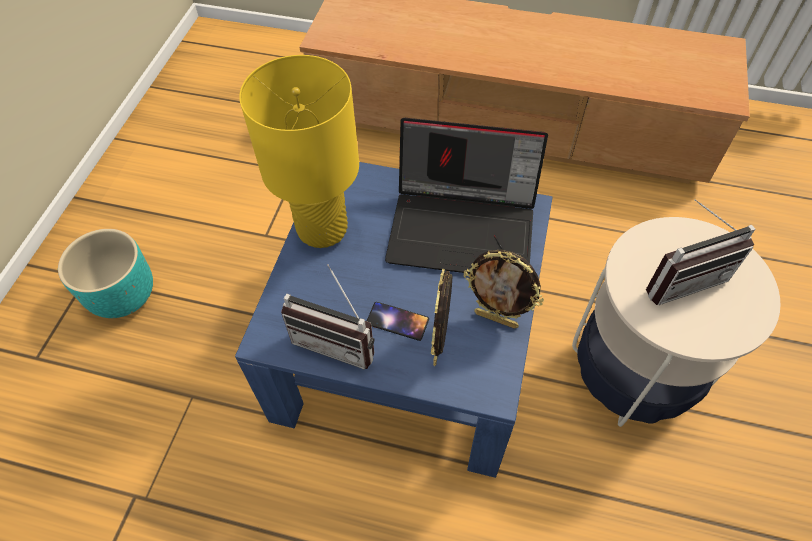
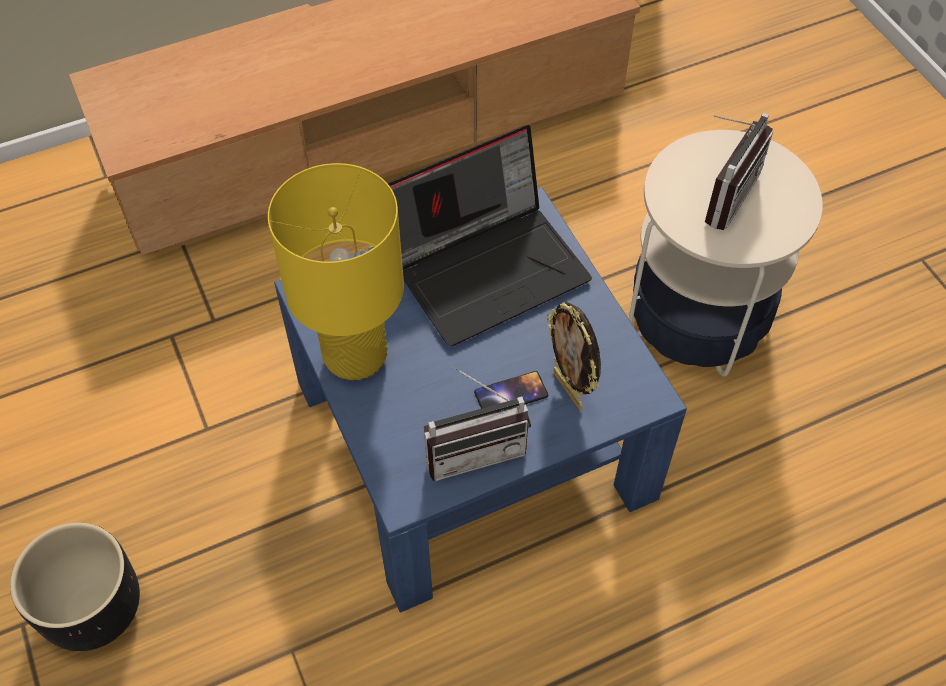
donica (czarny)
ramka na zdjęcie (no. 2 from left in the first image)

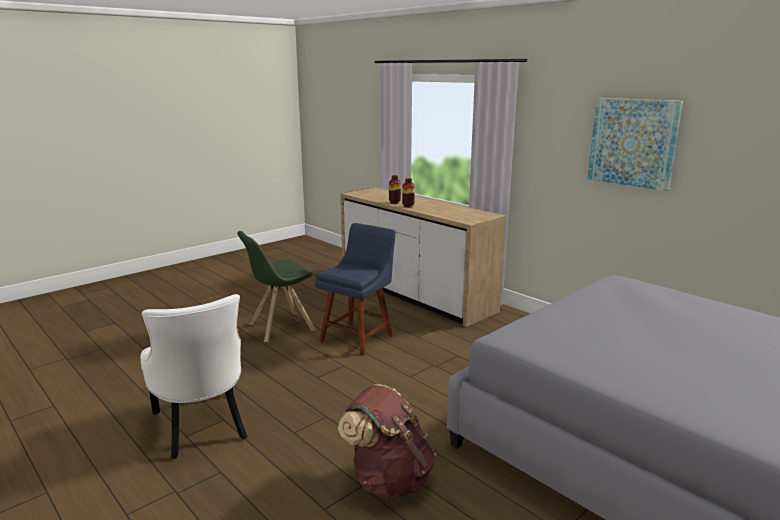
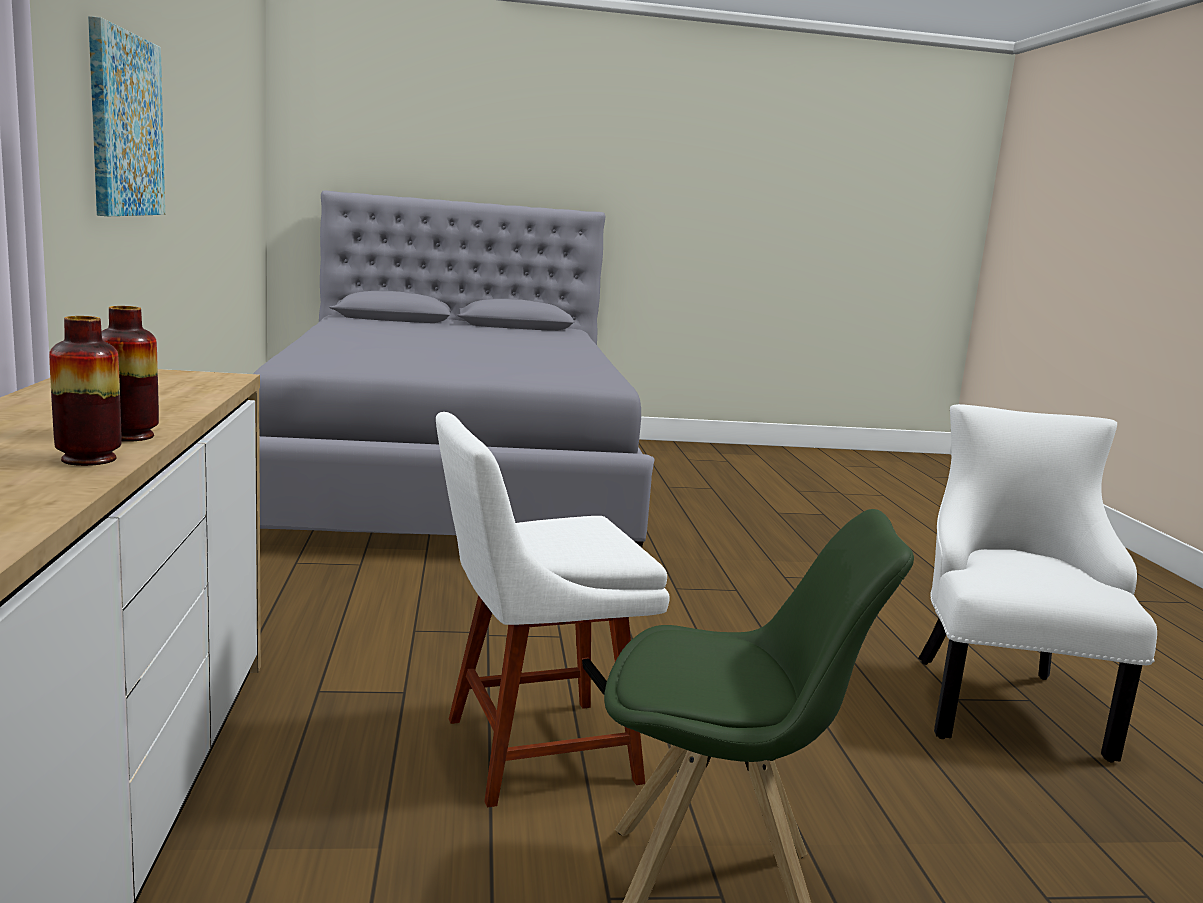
krzesło (biały) (no. 1 from left)
plecak (brązowy)

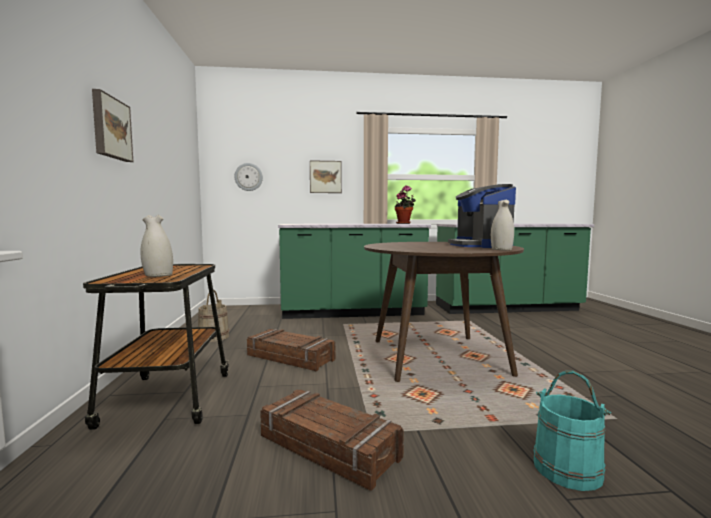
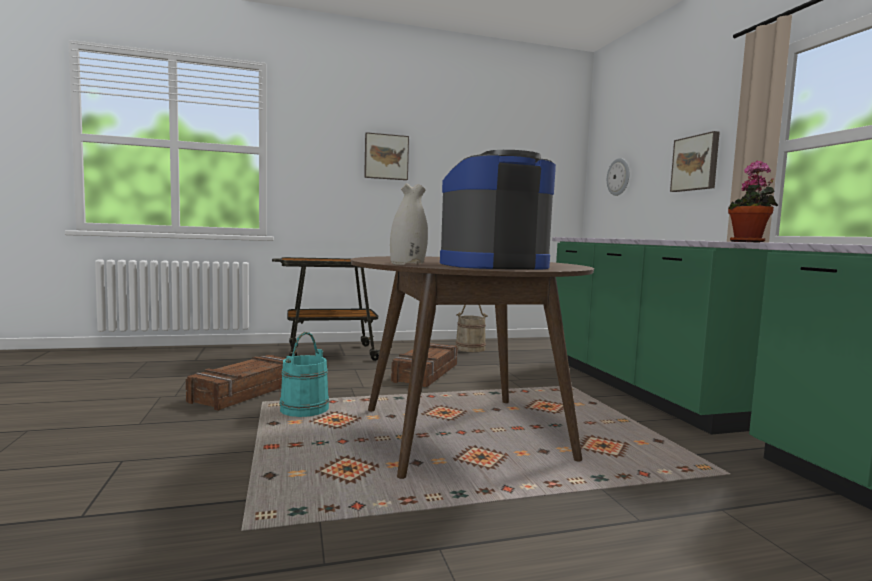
wazon (biały) (no. 1 from left in the first image)
wiadro (turkusowy)

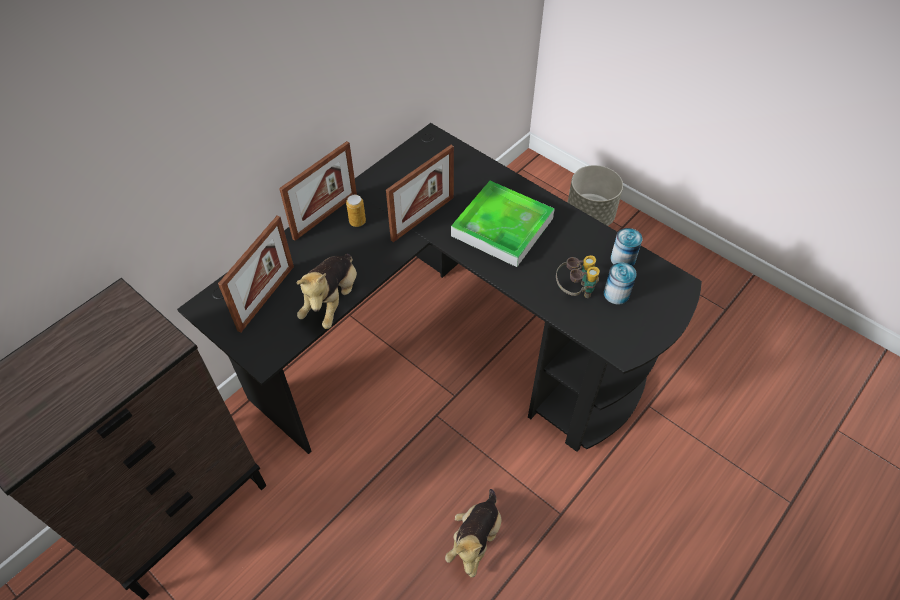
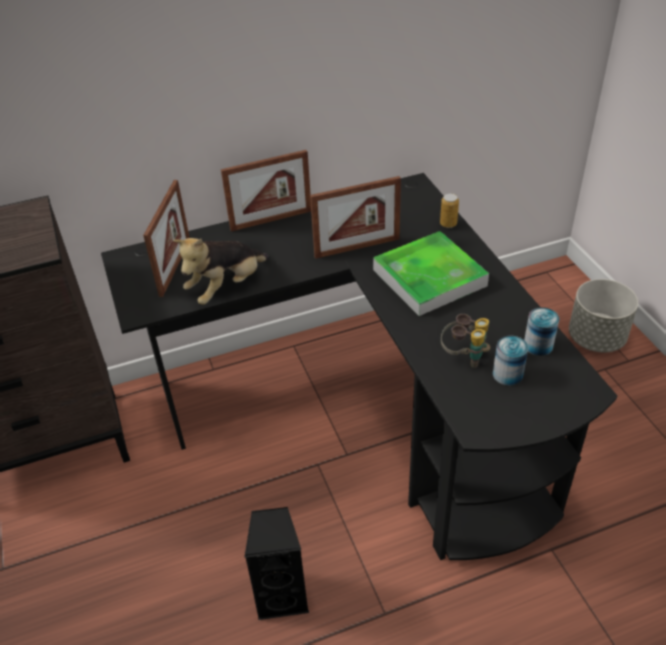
ramka na zdjęcie (no. 1 from left)
puszka (no. 1 from left)
głośnik (czarny)

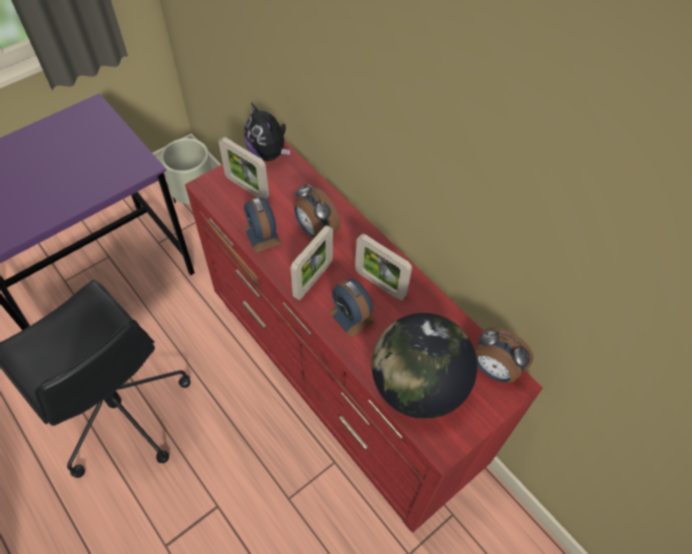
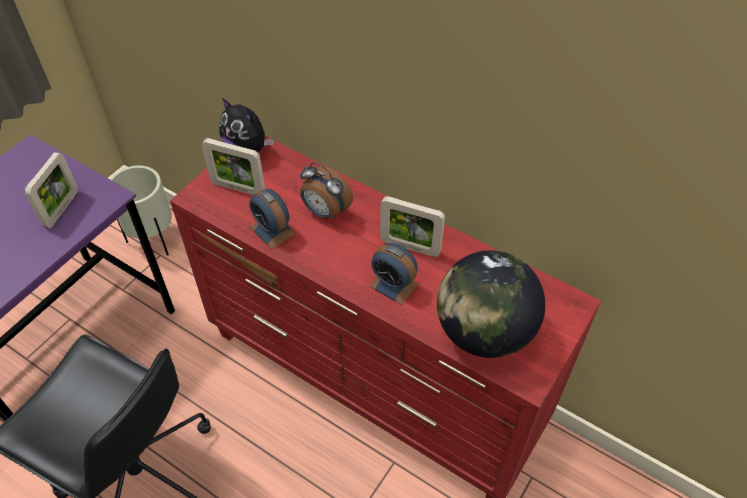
ramka na zdjęcie (no. 1 from left)
budzik (no. 4 from left in the first image)

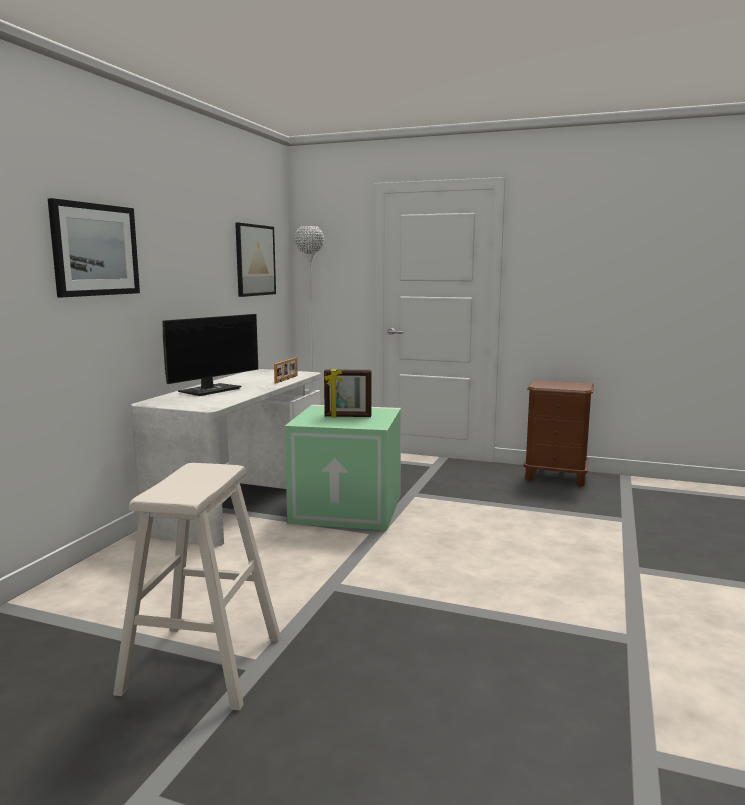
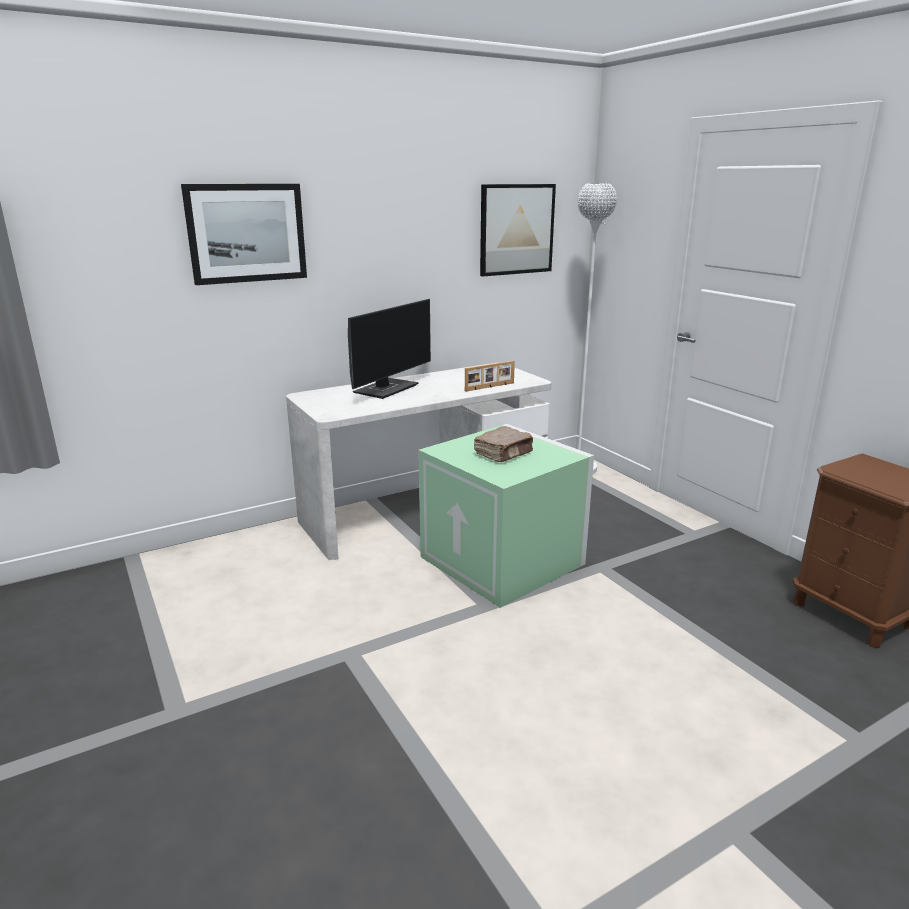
stołek (beżowy)
monitor
książka (brązowy)

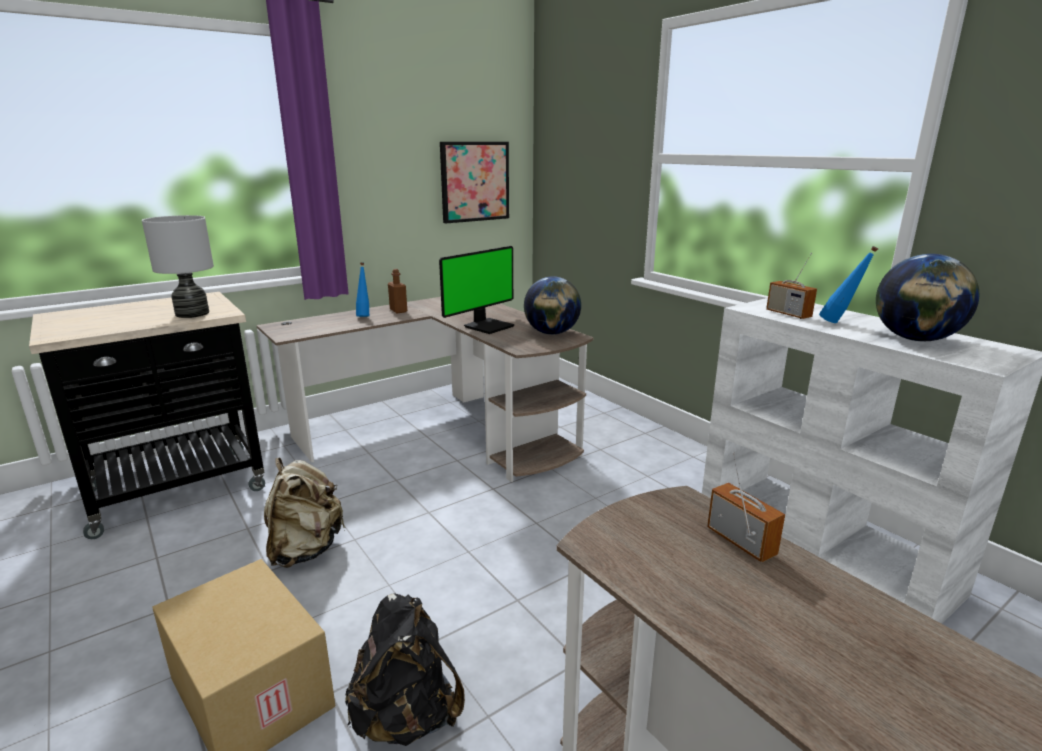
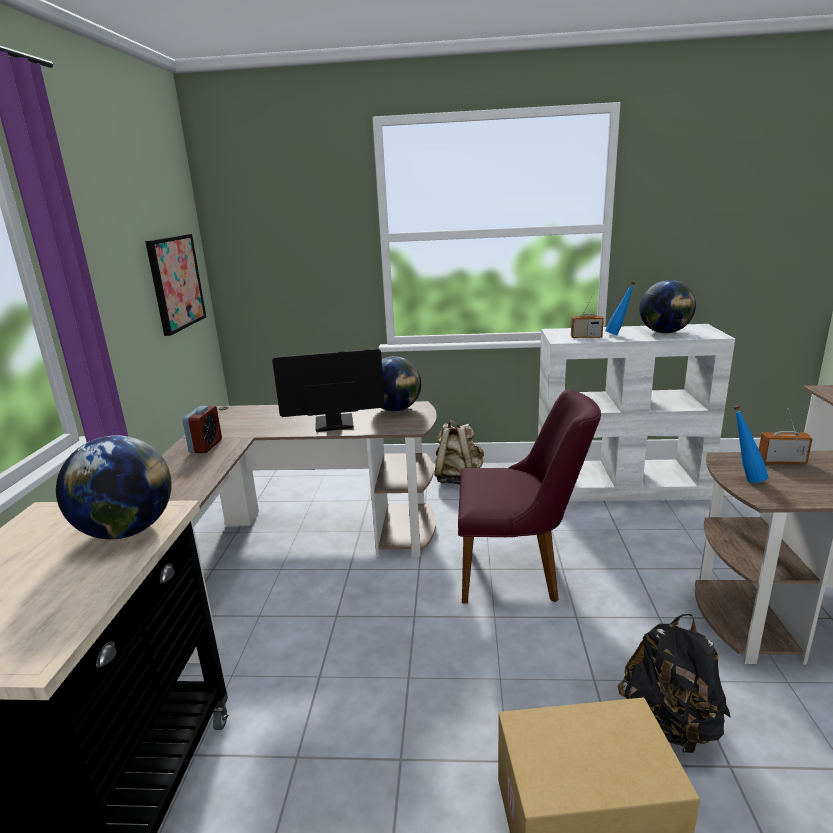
globus (no. 1 from left)
plecak (beżowy)
butelka (niebieski) (no. 2 from left)
budzik
monitor
krzesło (fioletowy)

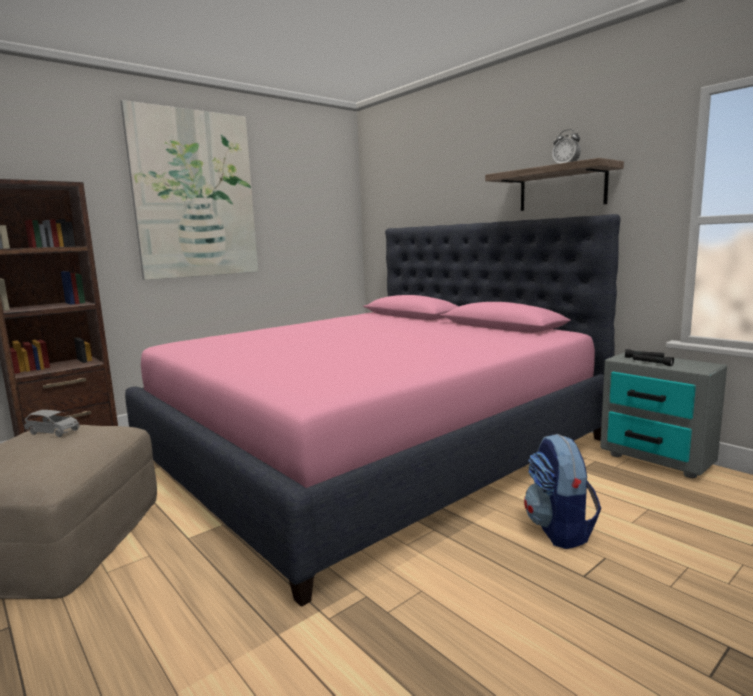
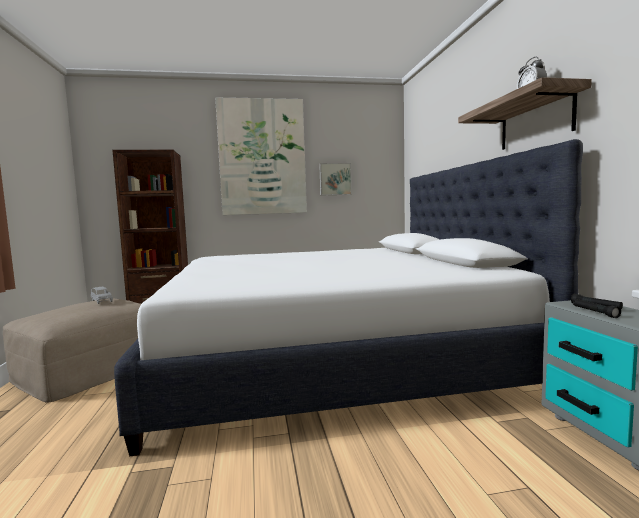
łóżko (biały)
plecak
obraz (no. 2 from left)

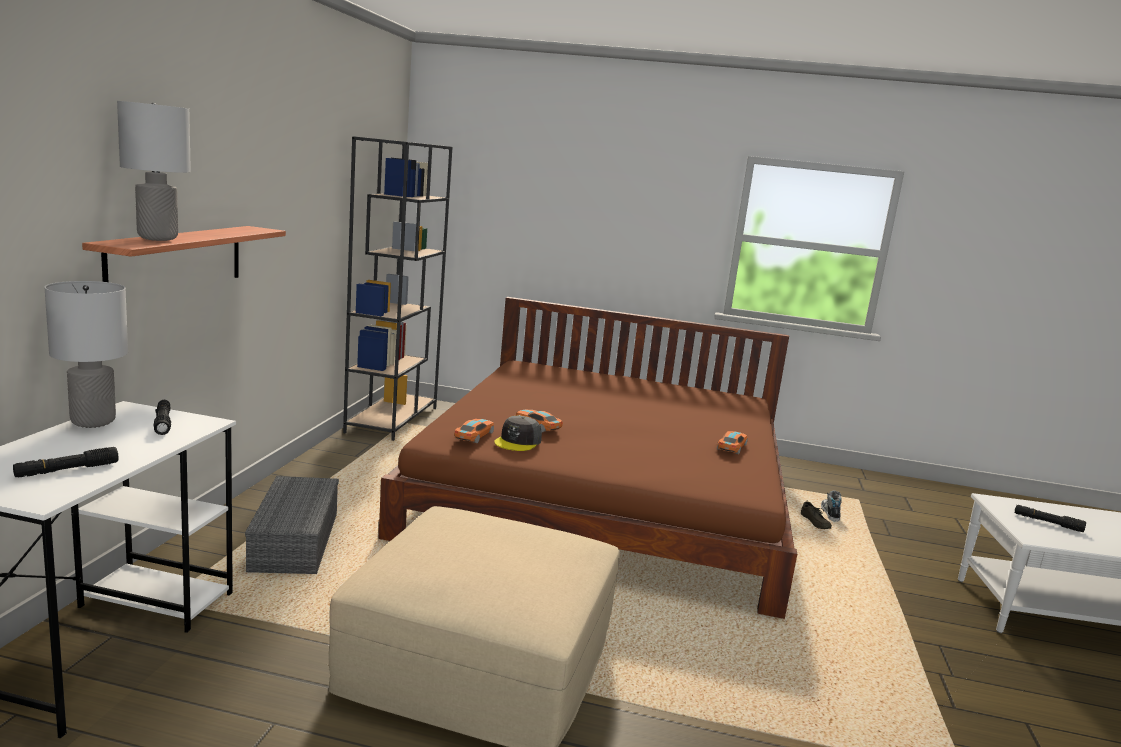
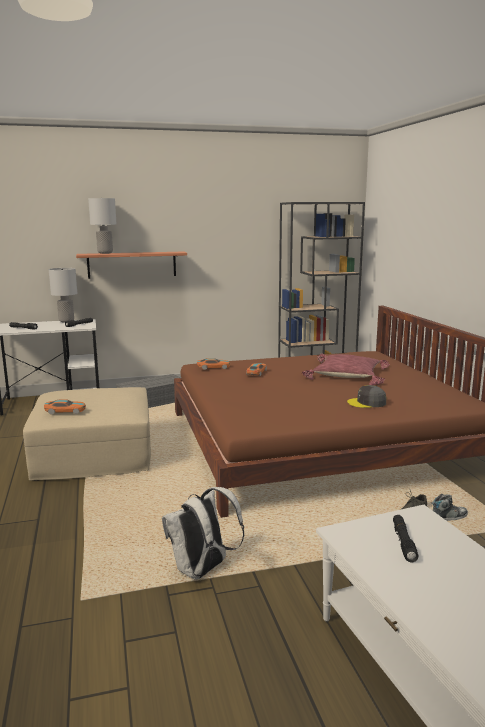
czapka z daszkiem (szary)
samochodzik (no. 1 from left)
plecak (biały)
poduszka (czerwony)

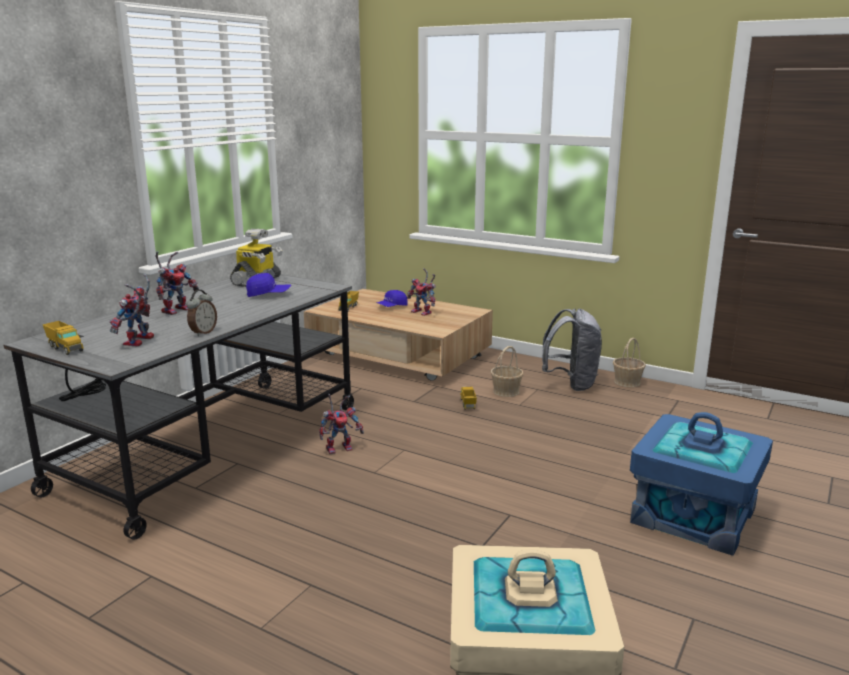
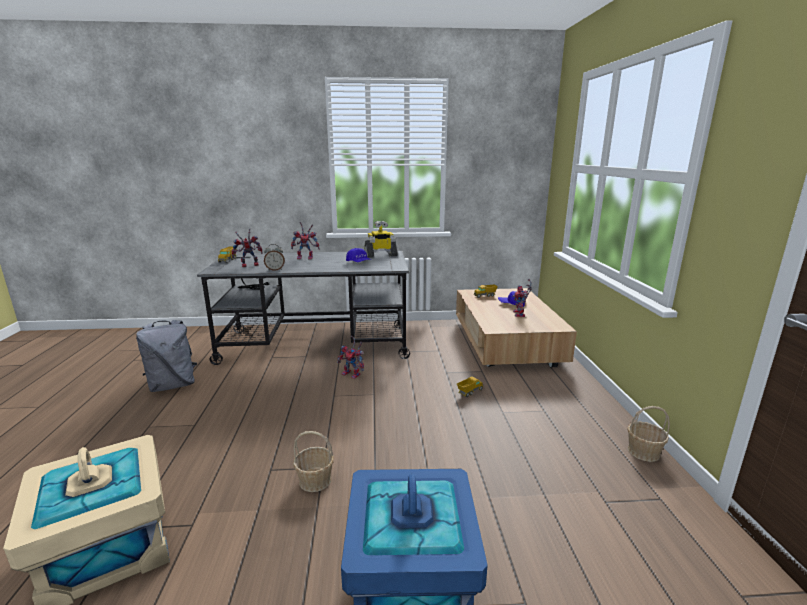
koszyk (no. 1 from left)
plecak (szary)

